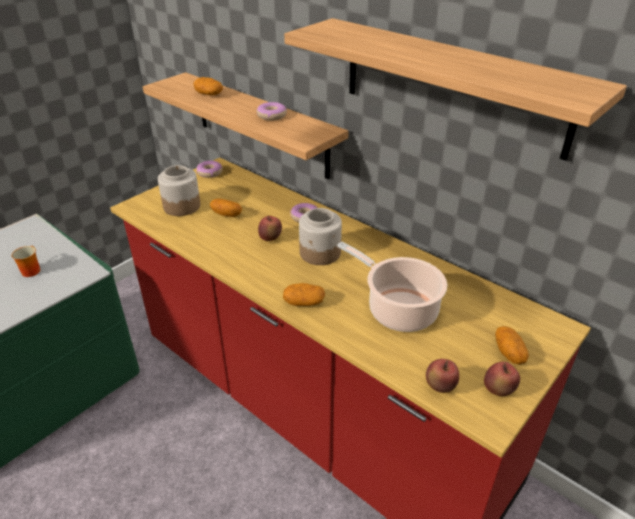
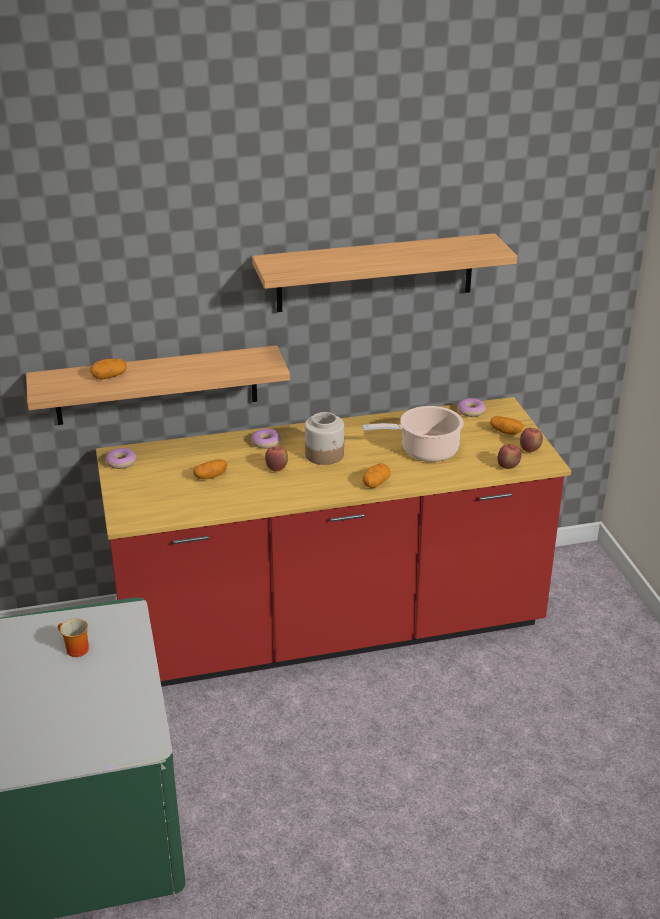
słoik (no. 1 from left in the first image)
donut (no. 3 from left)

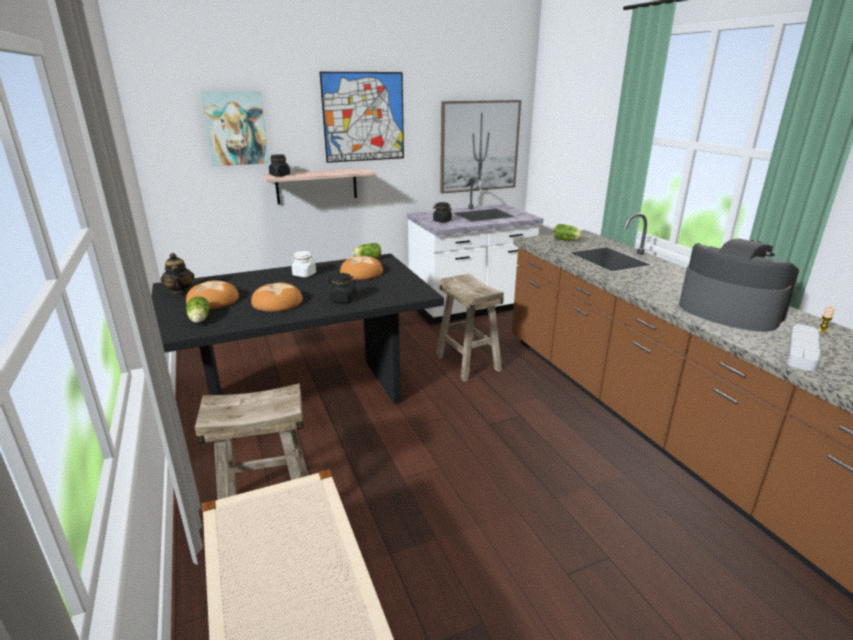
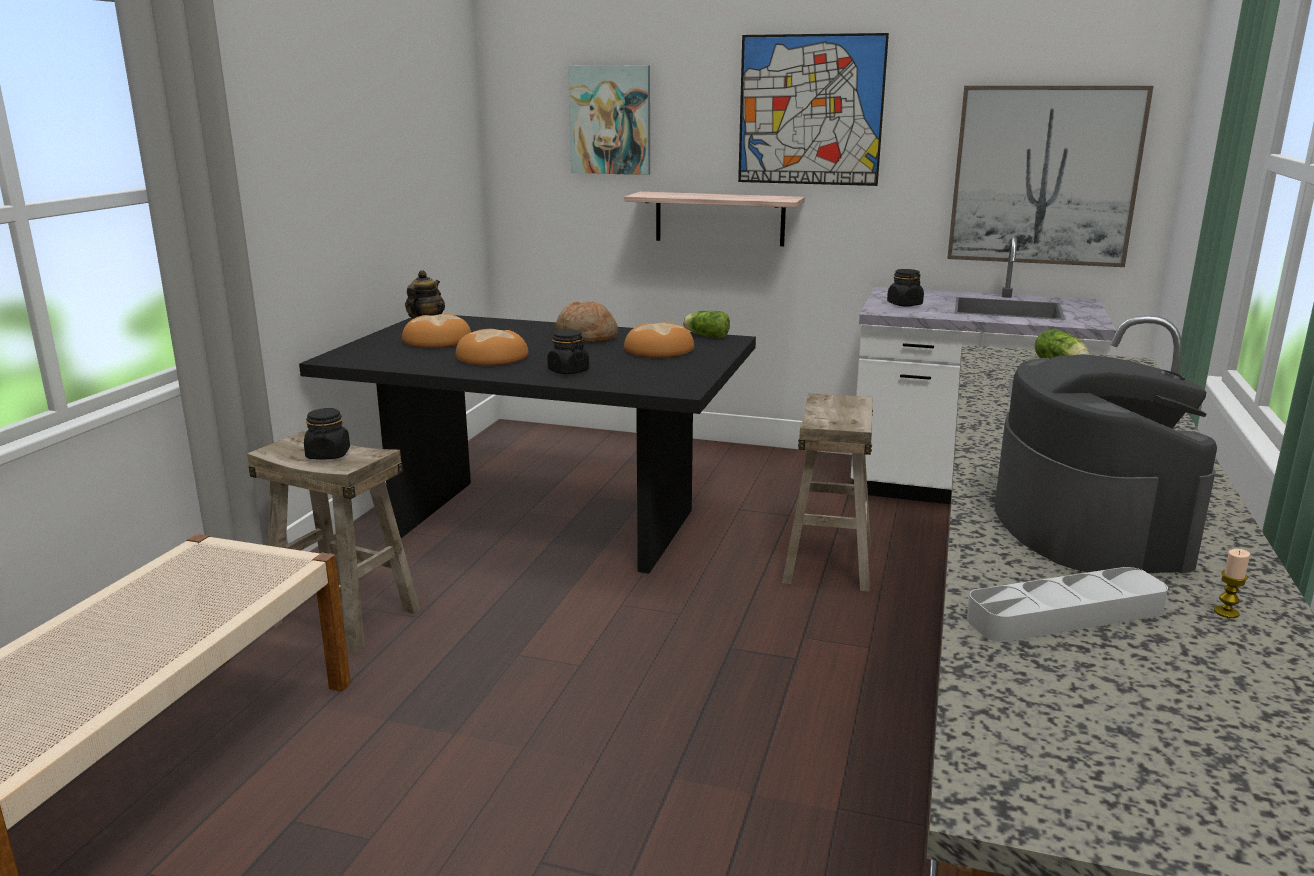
sałata (no. 1 from left in the first image)
słoik (czarny) (no. 1 from left)
chleb (no. 3 from left)

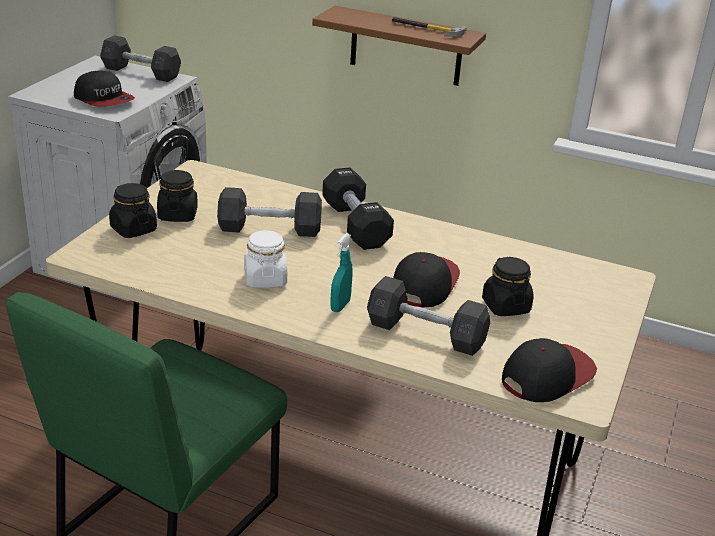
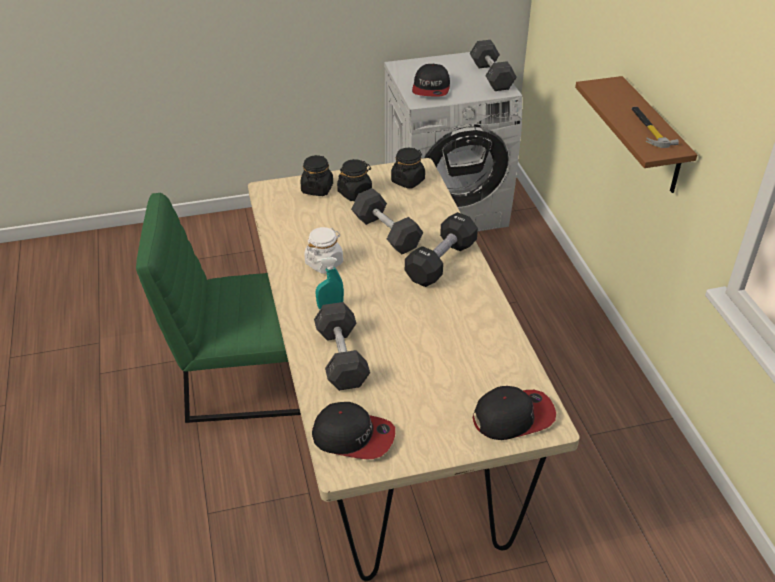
czapka z daszkiem (no. 3 from left)
słoik (czarny) (no. 3 from left)

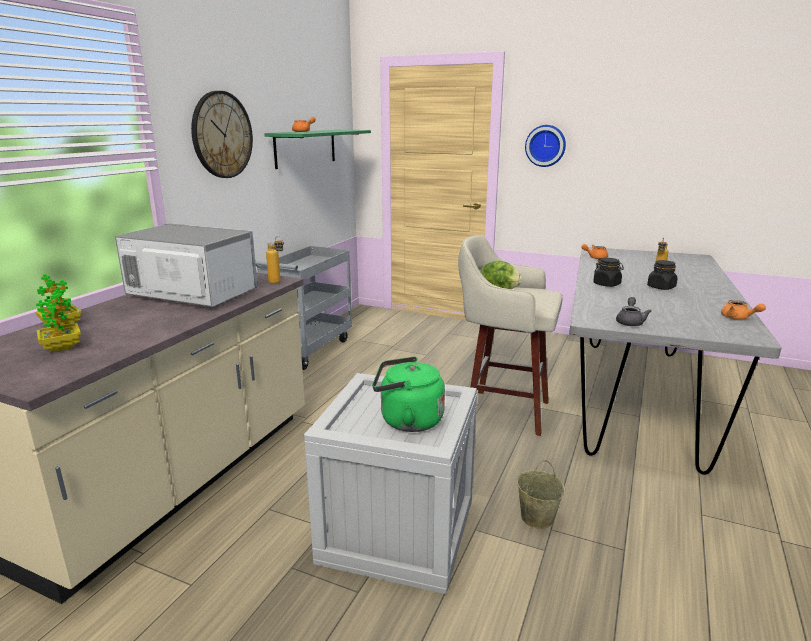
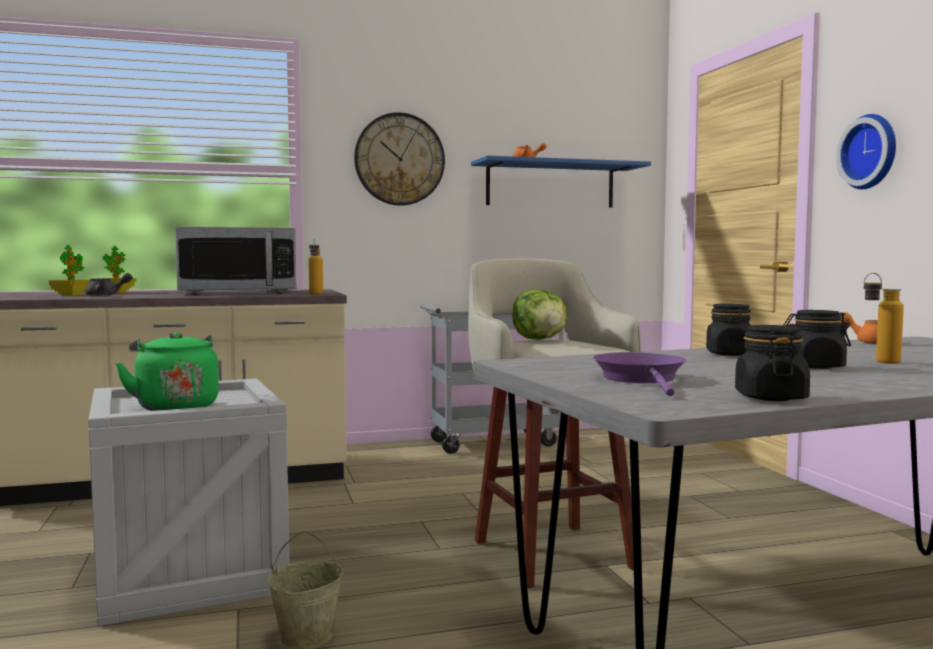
mikrofalówka
półka (niebieski)
imbryk (szary)
słoik (czarny) (no. 2 from left)
patelnia (fioletowy)

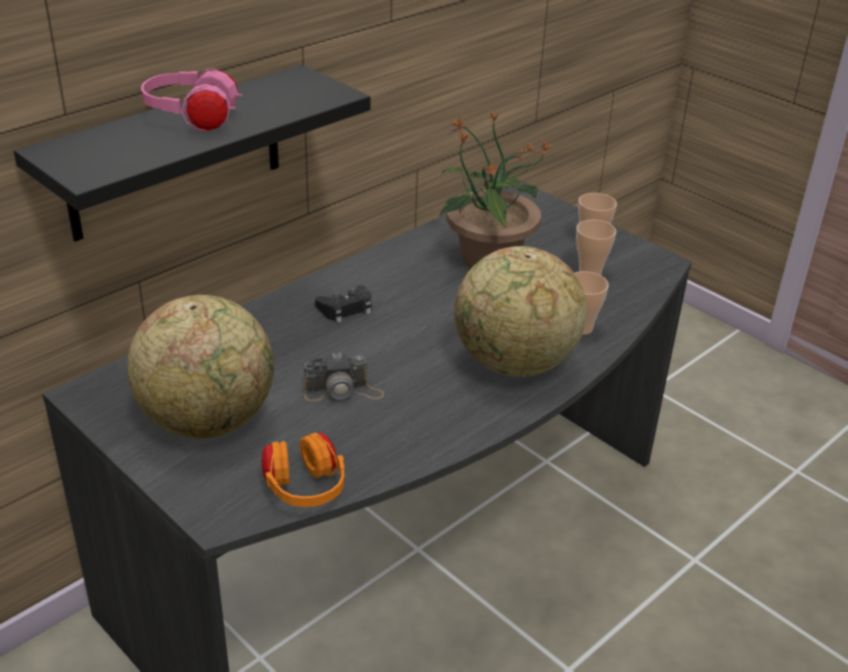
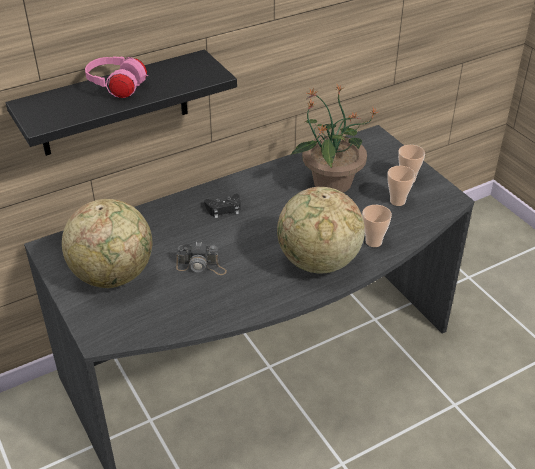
słuchawki (pomarańczowy)

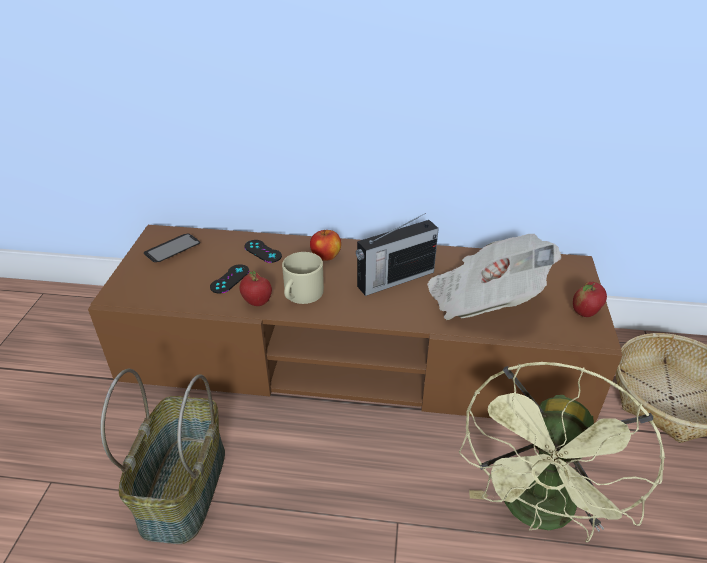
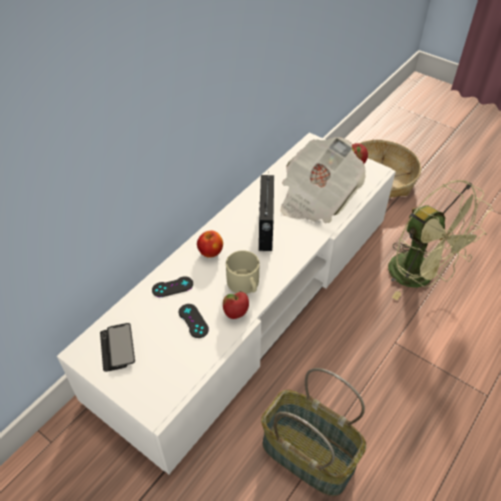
szafka pod telewizor (biały)

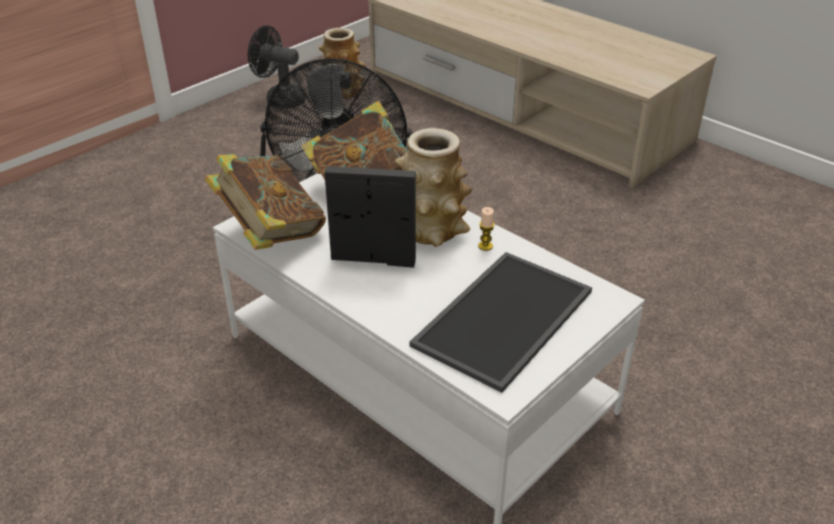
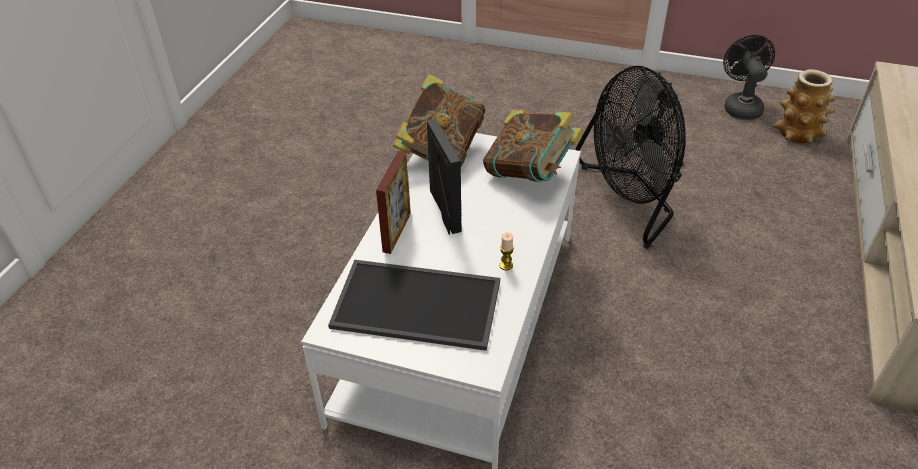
wazon (no. 2 from left in the first image)
ramka na zdjęcie (no. 1 from left)

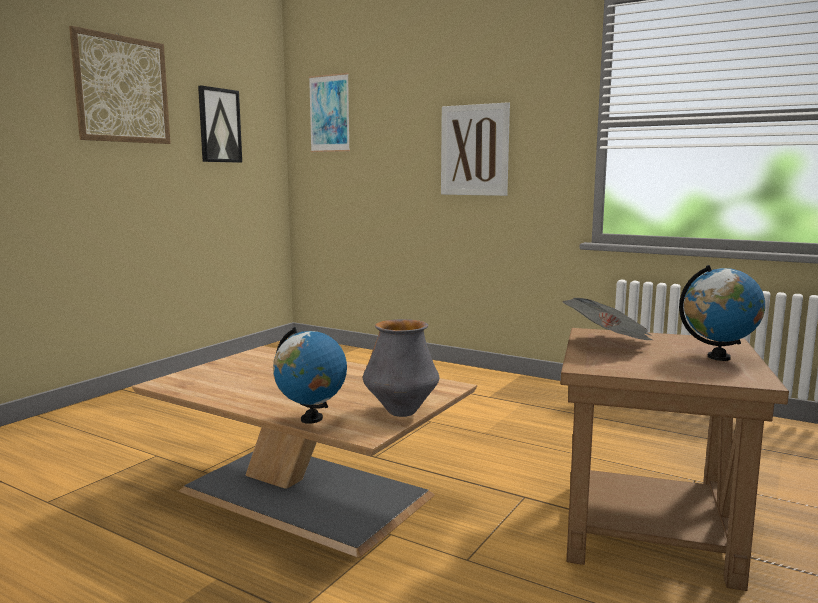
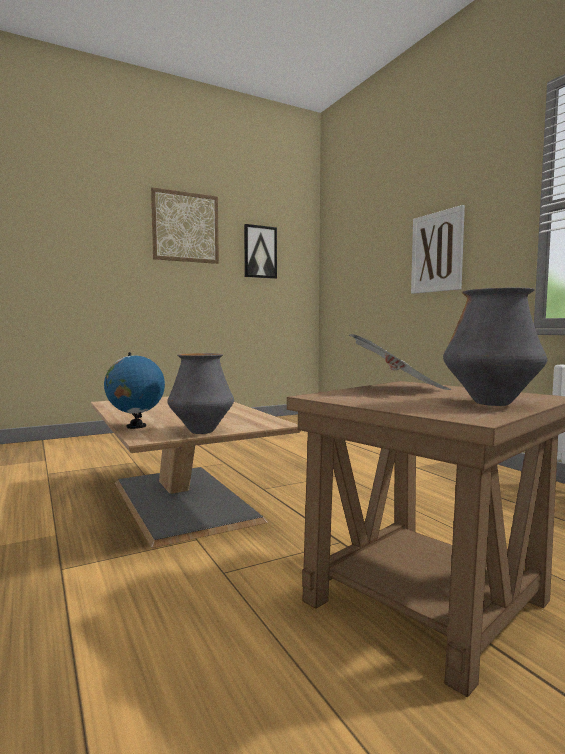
obraz (no. 3 from left in the first image)
wazon (no. 2 from left)

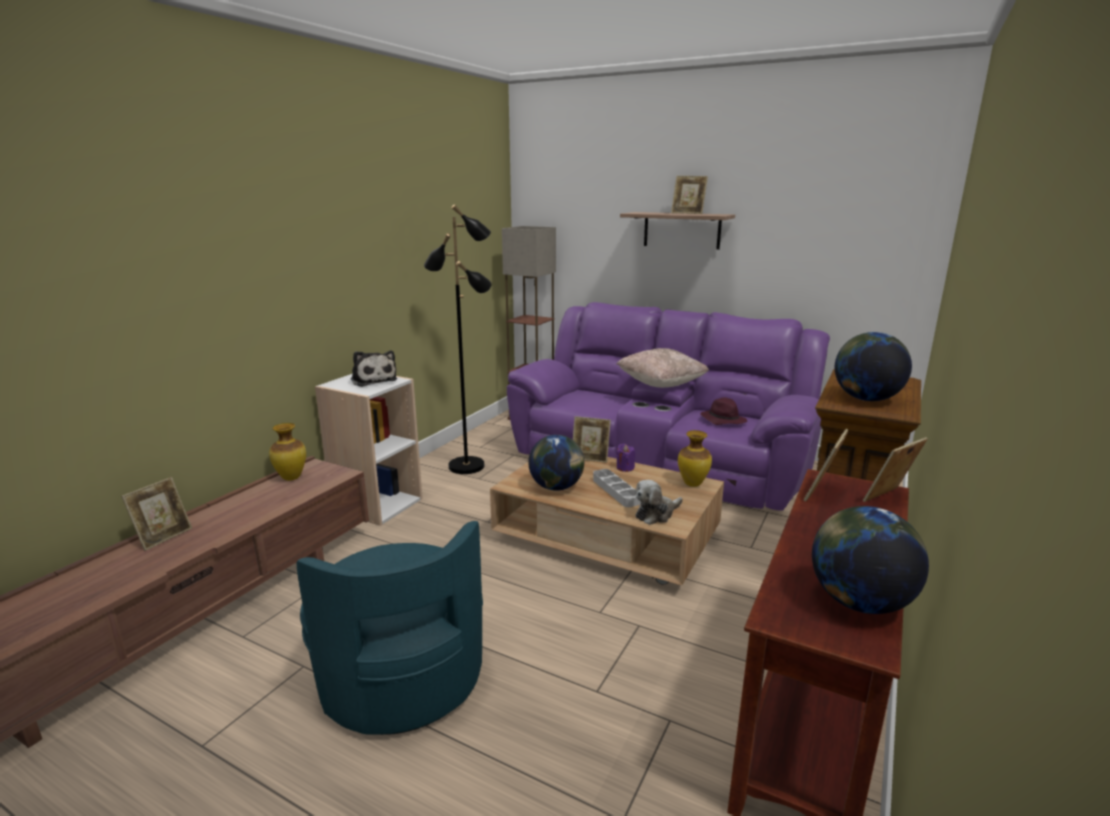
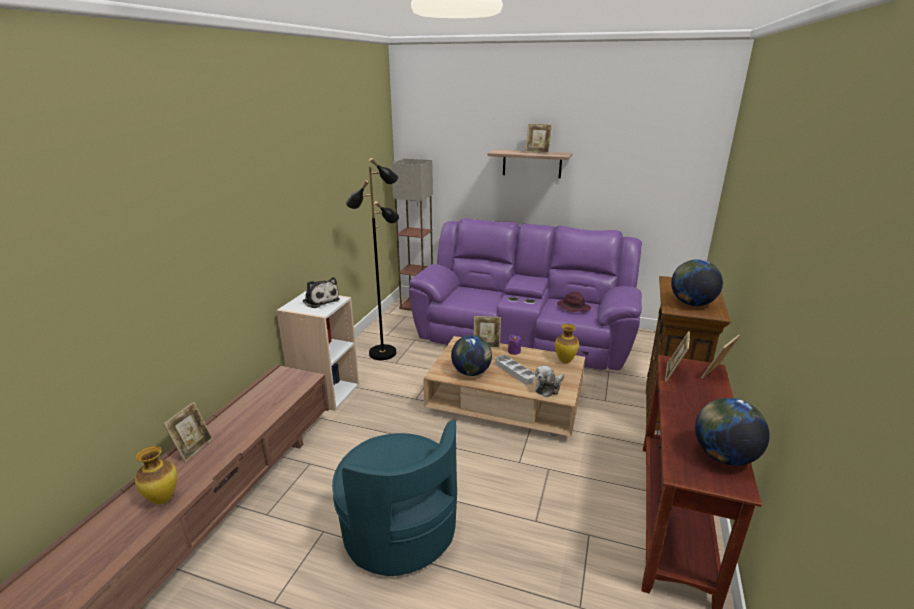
wazon (no. 1 from left)
poduszka (beżowy)

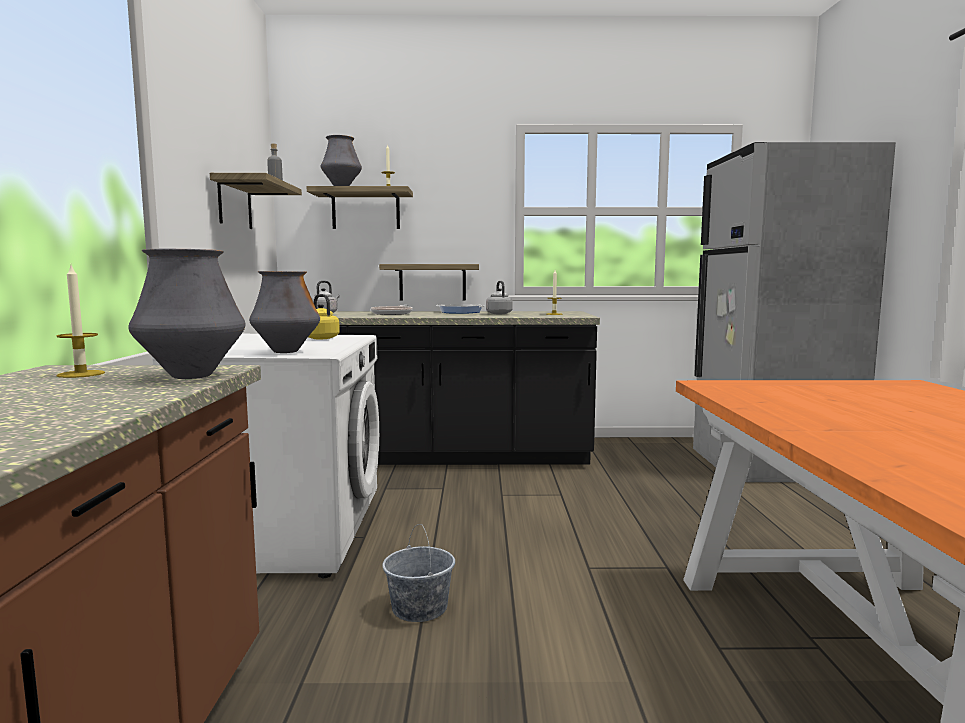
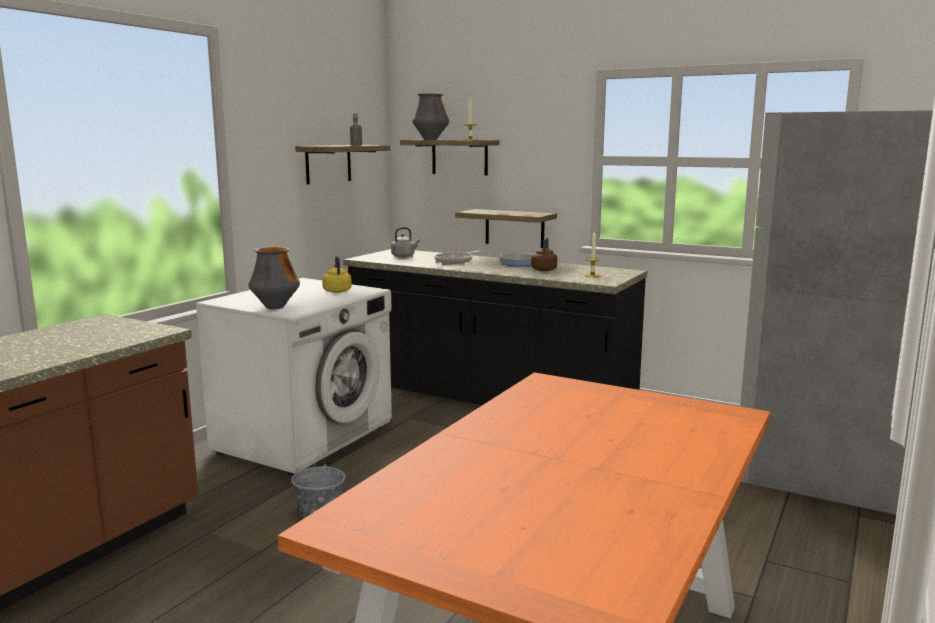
świeca (no. 1 from left in the first image)
wazon (no. 1 from left in the first image)
czajnik (brązowy)

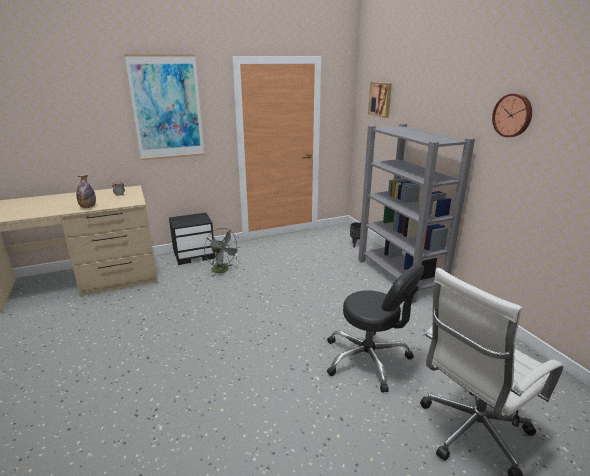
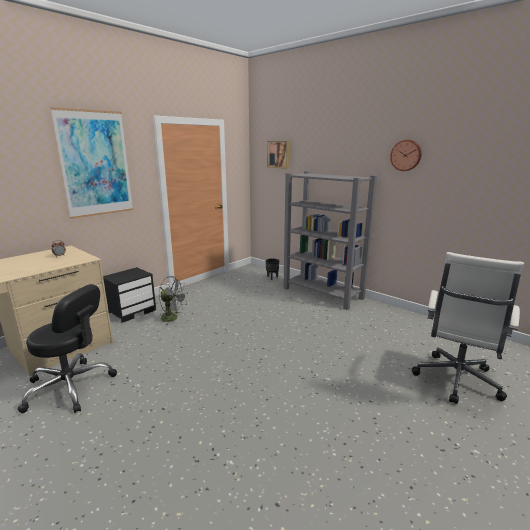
butelka
krzesło biurowe (czarny)

